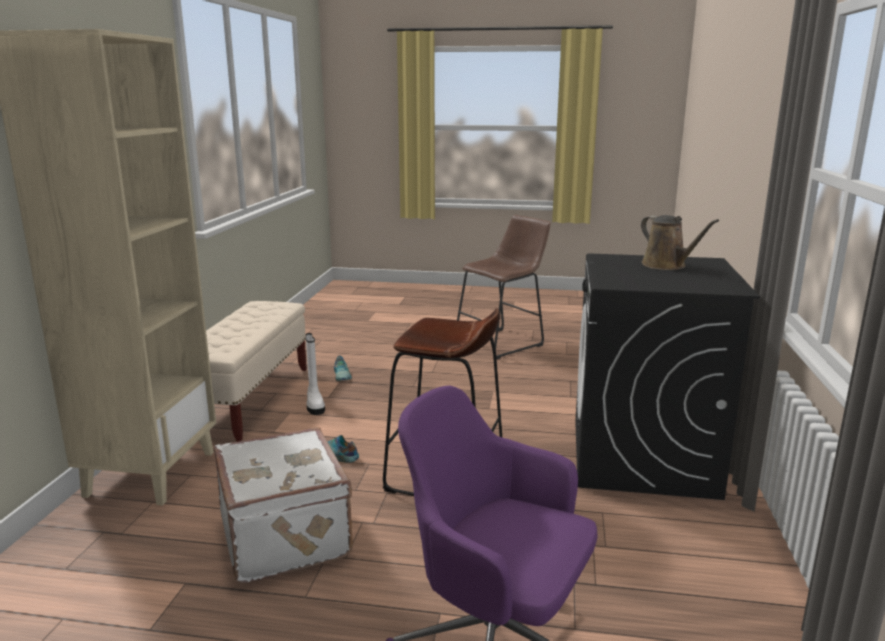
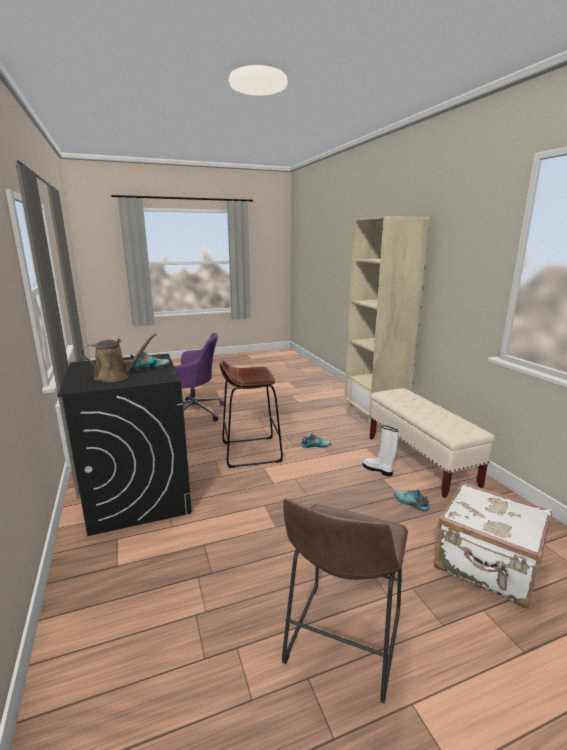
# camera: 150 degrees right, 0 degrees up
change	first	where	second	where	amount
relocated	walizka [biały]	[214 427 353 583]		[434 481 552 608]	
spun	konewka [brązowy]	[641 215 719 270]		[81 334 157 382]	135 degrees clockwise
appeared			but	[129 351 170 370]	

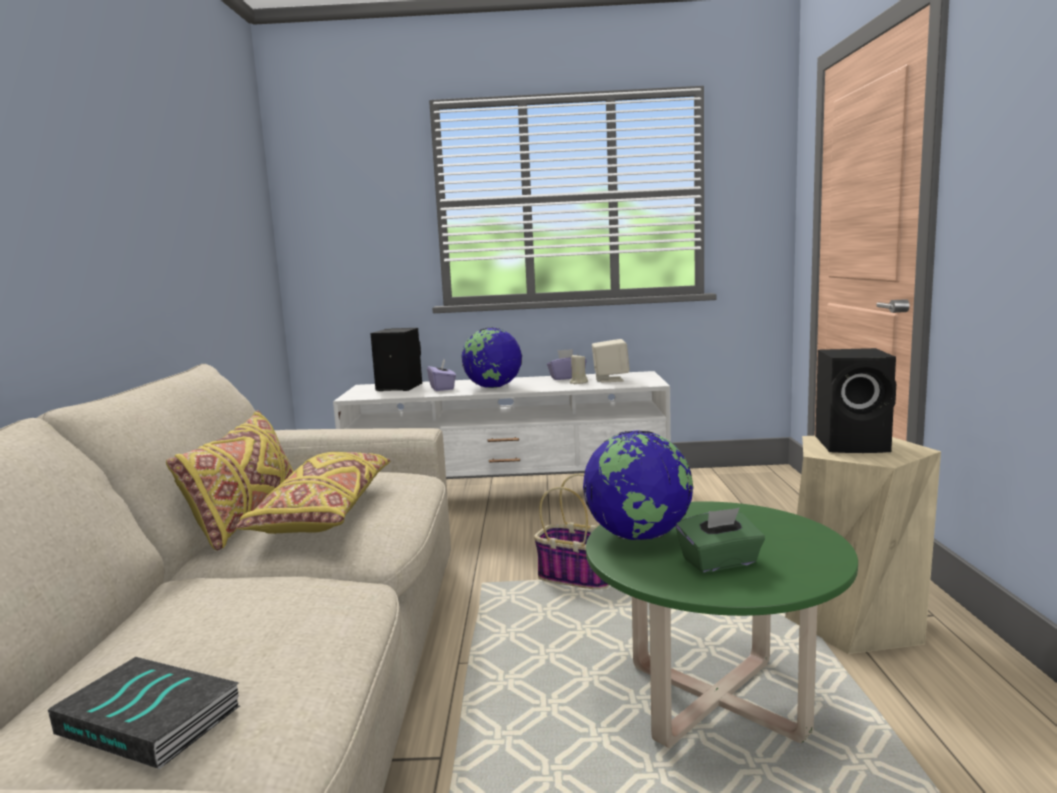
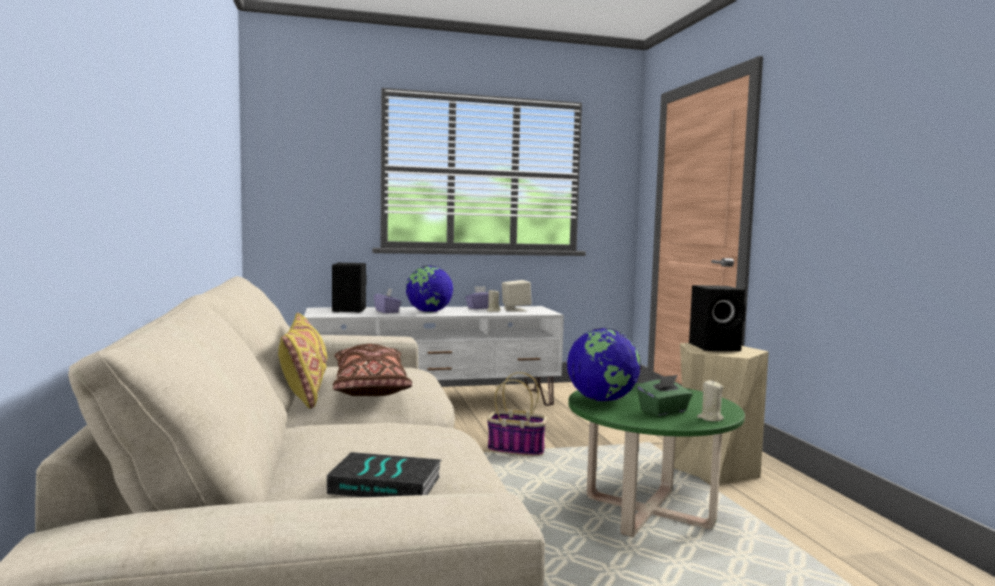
# camera: 15 degrees left, 5 degrees down
change	first	where	second	where	amount
colour	poduszka [żółty]	[236 452 390 534]	poduszka [brązowy]	[333 344 412 396]	
appeared			świeca [beżowy]	[697 380 724 421]	

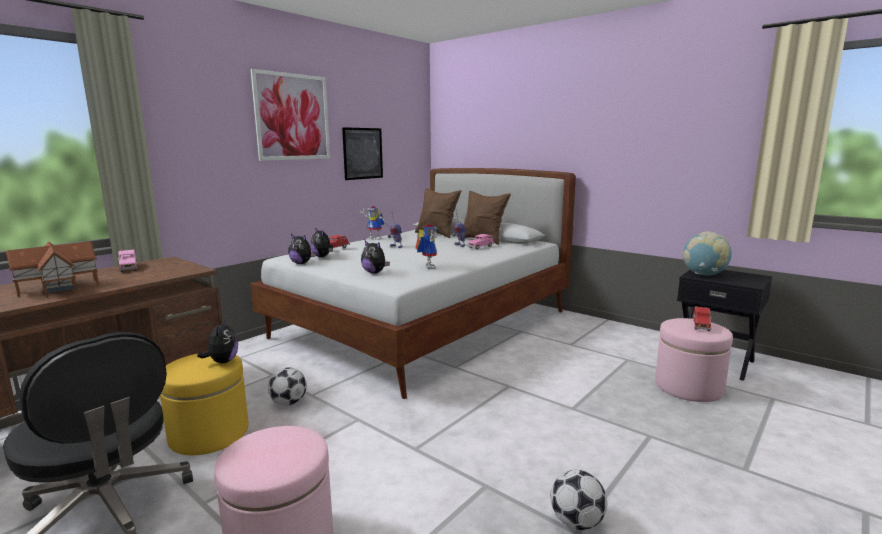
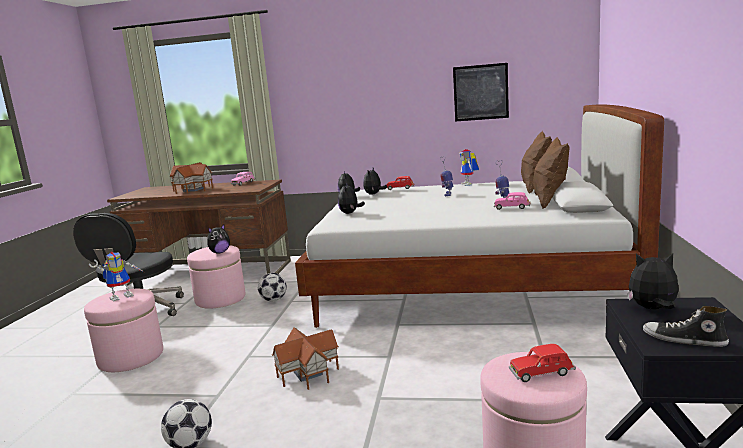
# camera: 60 degrees right, 0 degrees up
change	first	where	second	where	amount
colour	pufa [żółty]	[160 354 249 455]	pufa [różowy]	[187 245 245 309]	
missing	obraz	[250 69 330 161]			
relocated	robot zabawkowy	[415 224 438 269]		[89 251 144 302]	
exchanged	globus	[682 231 732 276]	pluszak	[628 253 679 310]	
appeared			domek	[272 327 339 390]	
appeared			but	[643 306 729 347]	

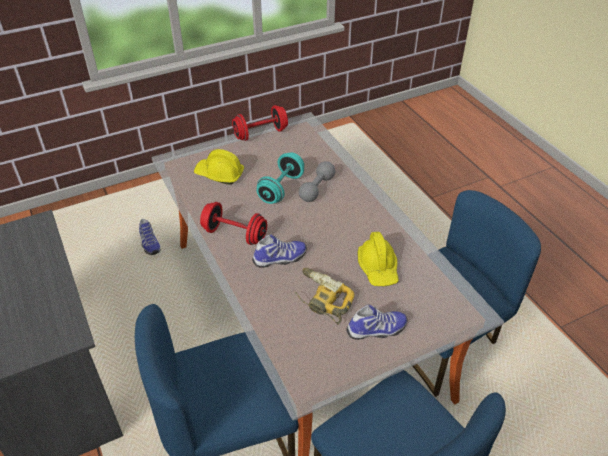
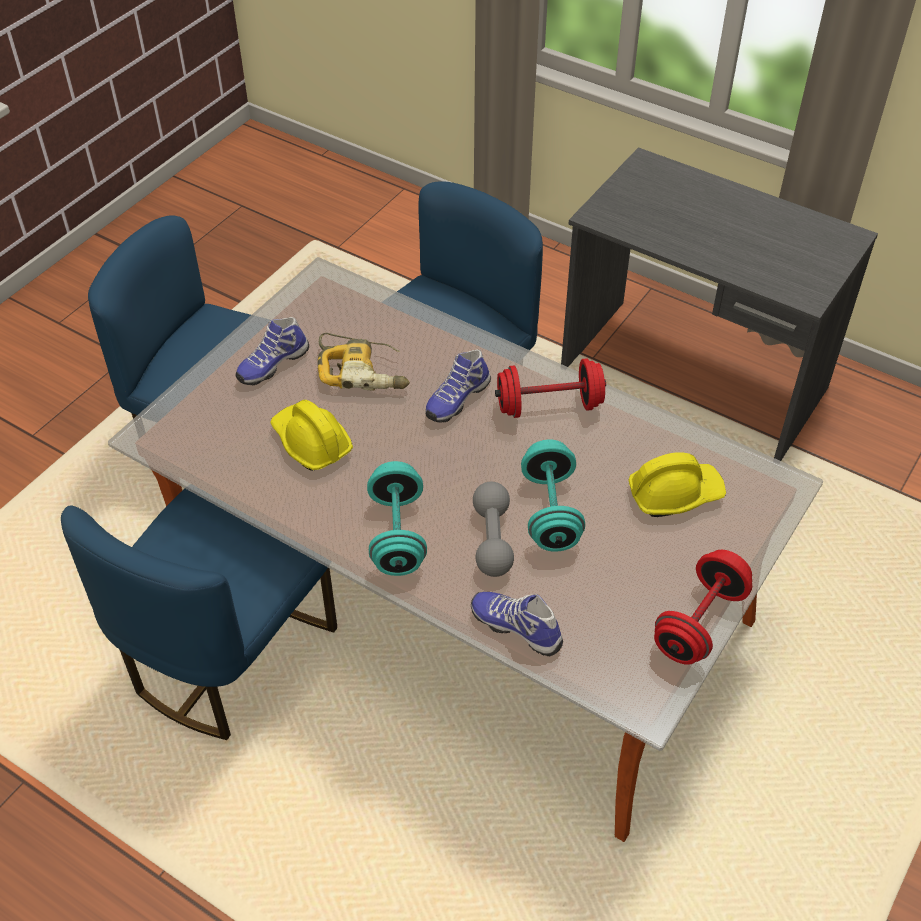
# camera: 150 degrees right, 5 degrees up
change	first	where	second	where	amount
relocated	but	[139 219 161 255]		[471 592 563 656]	
appeared			hantel [turkusowy]	[367 461 427 576]	

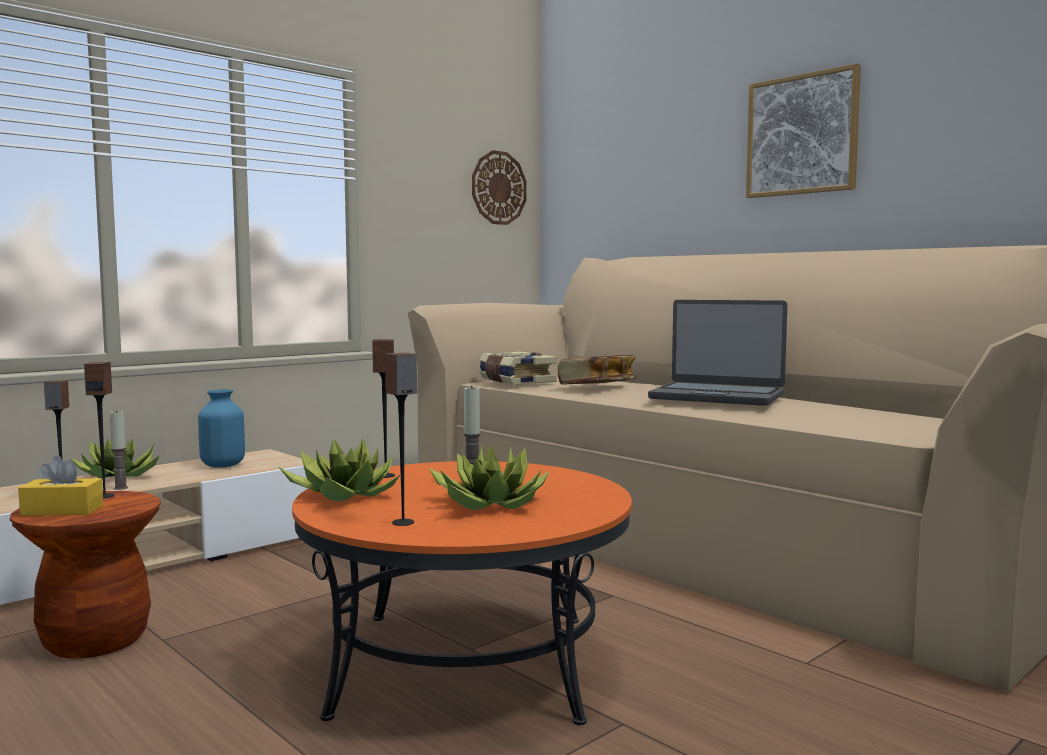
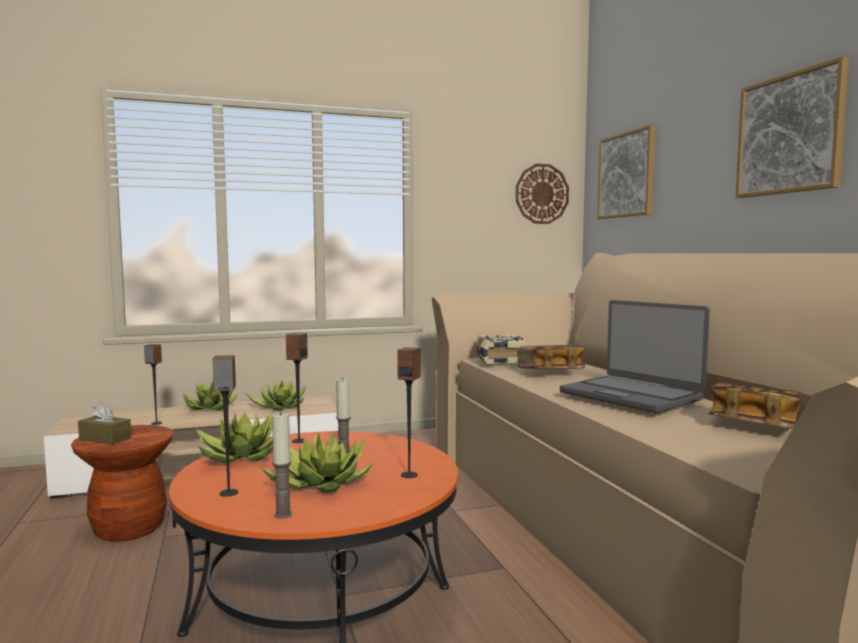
# camera: 25 degrees right, 0 degrees up
change	first	where	second	where	amount
colour	pudełko chusteczek [żółty]	[18 456 103 516]	pudełko chusteczek [brązowy]	[78 402 131 444]	
relocated	głośnik	[84 362 114 498]		[397 347 420 478]	
relocated	świeca	[110 410 128 490]		[272 412 292 519]	
exchanged	wazon [niebieski]	[198 390 245 468]	roślina doniczkowa	[246 381 306 411]	
appeared			obraz	[597 125 656 219]	
appeared			książka	[709 383 803 429]	

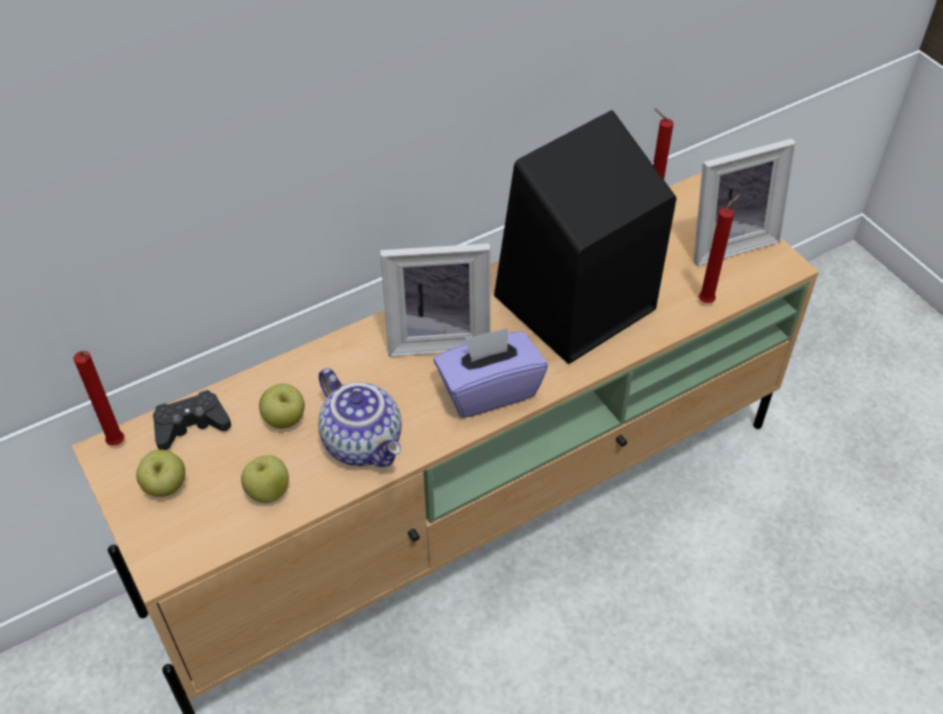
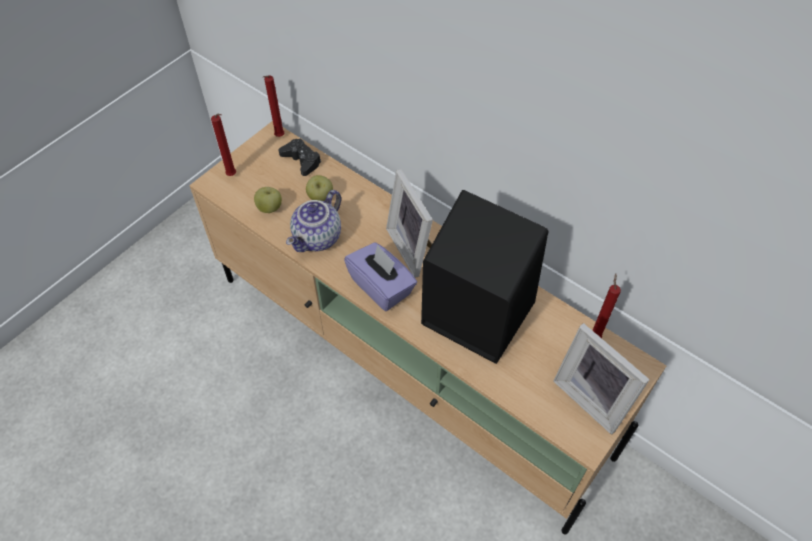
# camera: 70 degrees right, 5 degrees up
change	first	where	second	where	amount
missing	jabłko	[136 450 185 497]			
relocated	świeca [czerwony]	[699 195 740 303]		[211 114 236 176]	

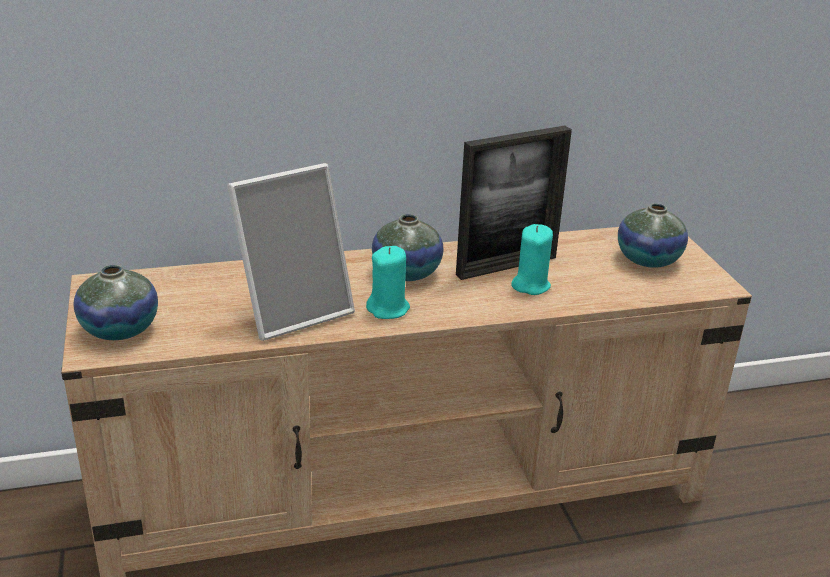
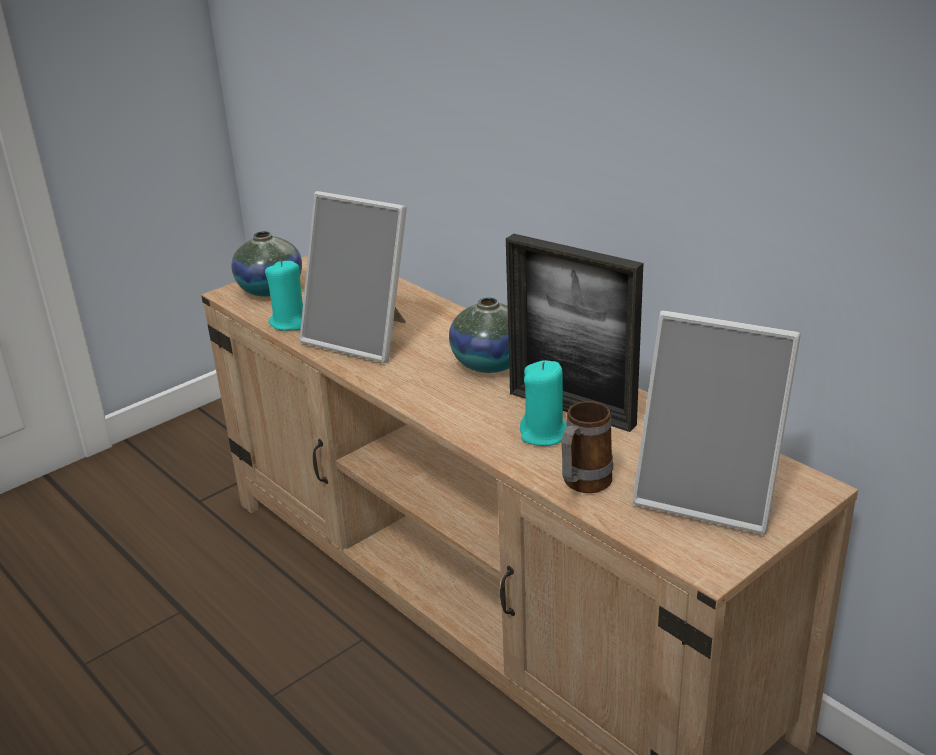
# camera: 65 degrees right, 0 degrees up
change	first	where	second	where	amount
relocated	świeca [turkusowy]	[366 246 410 319]		[265 260 303 331]	
exchanged	wazon	[618 203 688 268]	ramka na zdjęcie	[632 311 801 534]	
appeared			kubek	[561 401 613 493]	

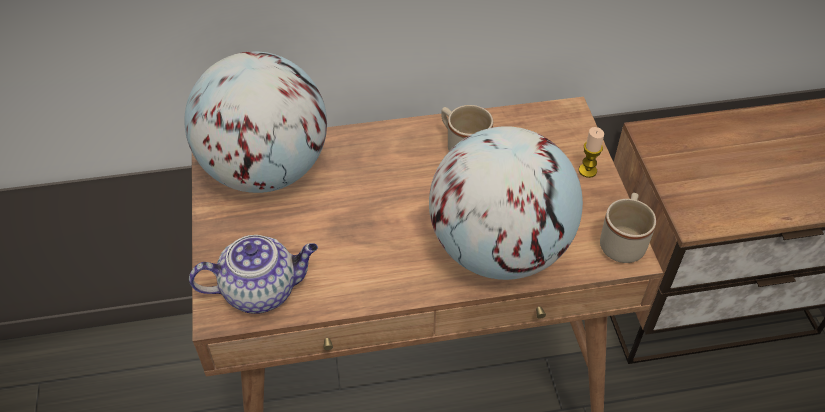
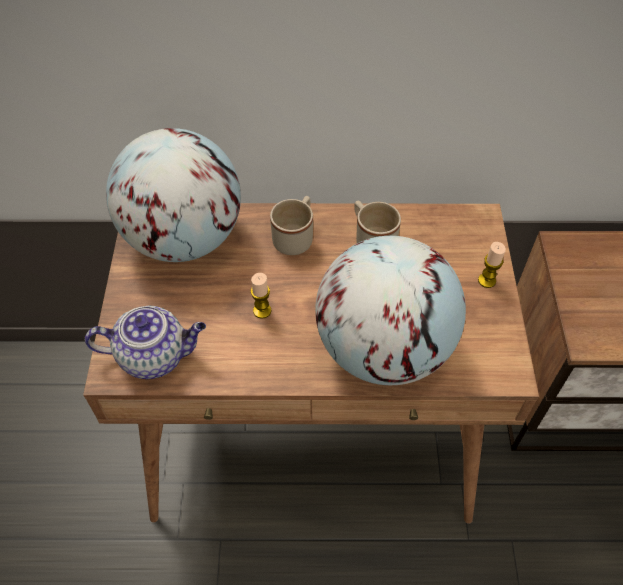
# camera: 10 degrees right, 5 degrees up
change	first	where	second	where	amount
relocated	kubek [beżowy]	[600 193 656 263]		[270 196 313 255]	
appeared			świeca	[251 273 271 319]	

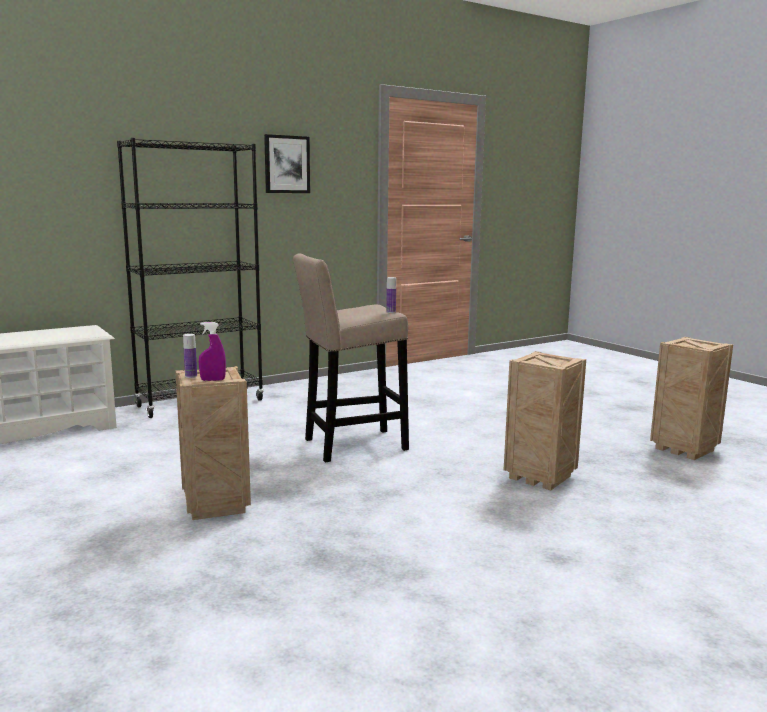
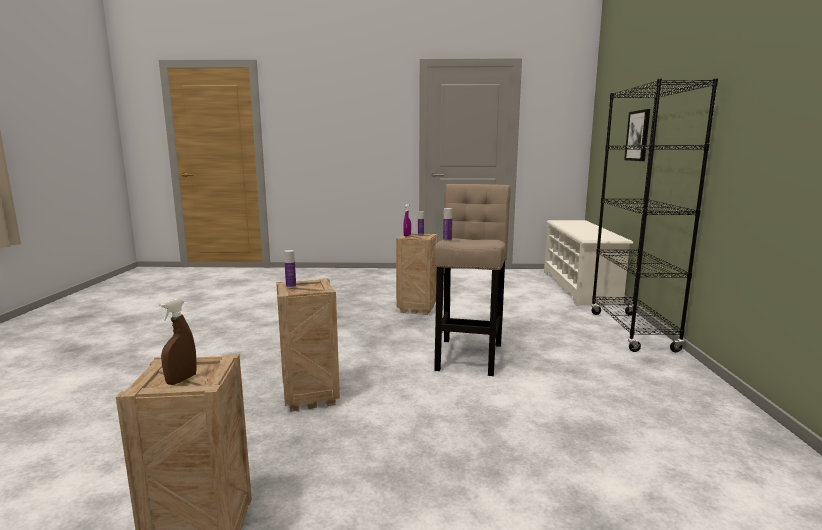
# camera: 125 degrees right, 0 degrees up
change	first	where	second	where	amount
relocated	obraz	[264 134 310 193]		[624 109 650 161]	
appeared			spryskiwacz [brązowy]	[159 299 197 385]	
appeared			butelka	[284 250 296 288]	

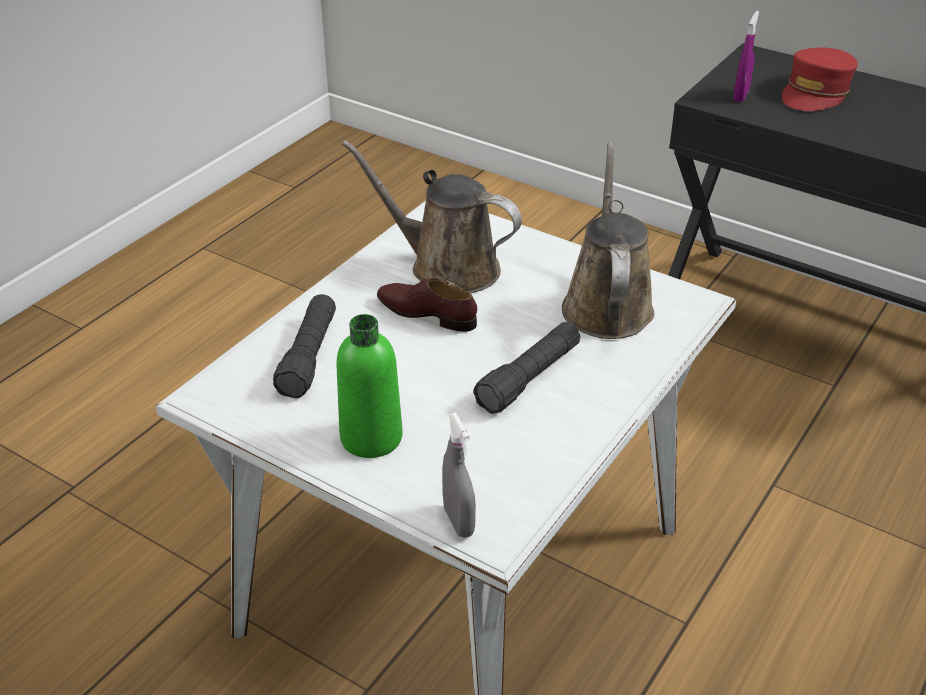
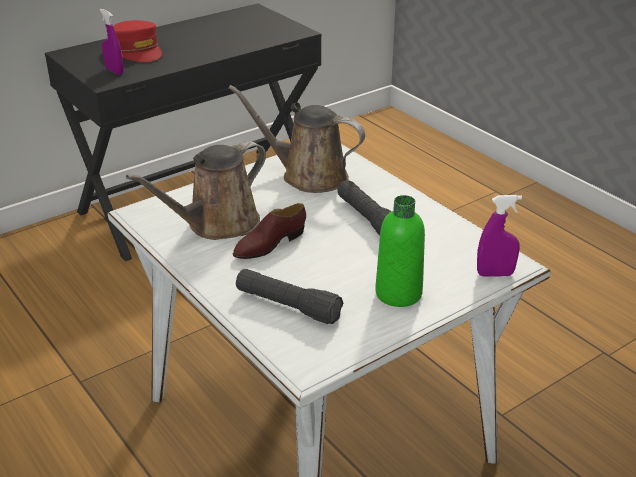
# camera: 70 degrees left, 5 degrees down
change	first	where	second	where	amount
colour	spryskiwacz [szary]	[442 413 476 538]	spryskiwacz [fioletowy]	[477 195 522 277]	

